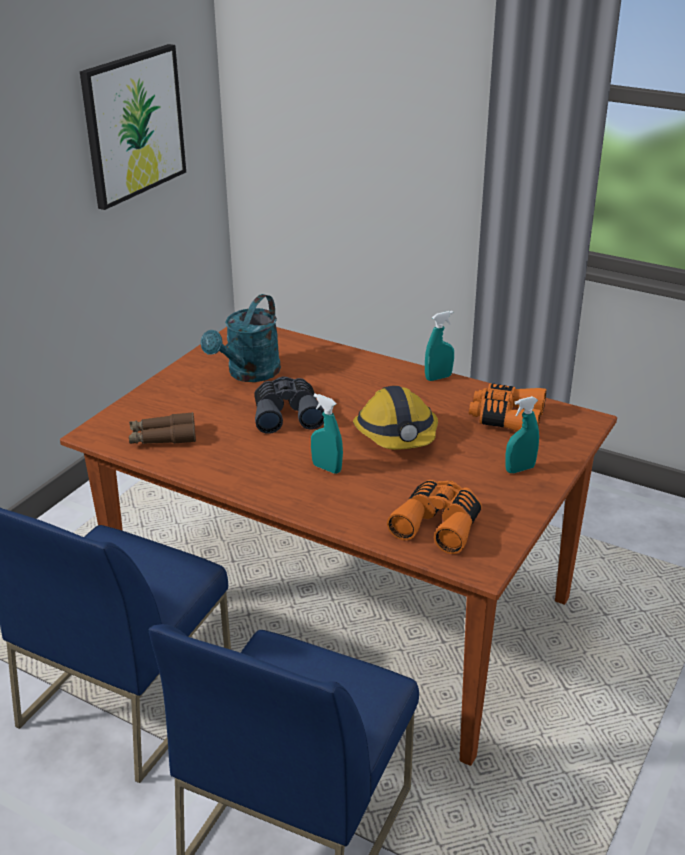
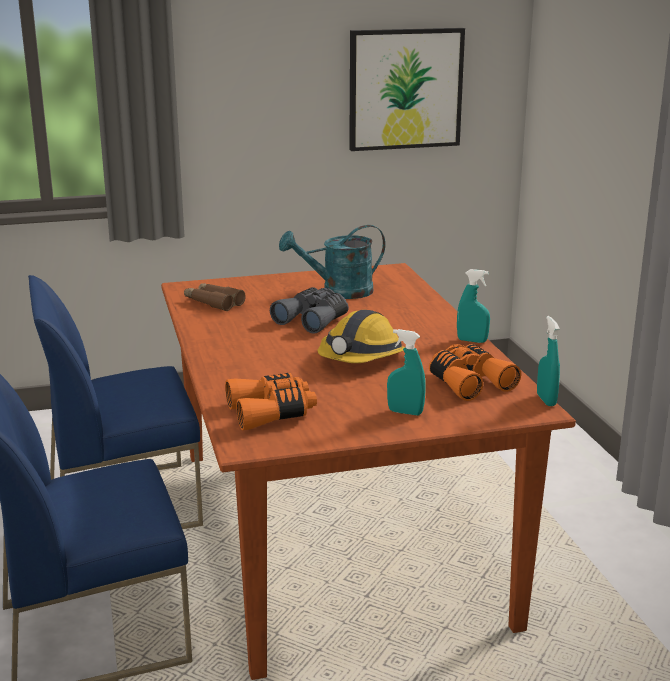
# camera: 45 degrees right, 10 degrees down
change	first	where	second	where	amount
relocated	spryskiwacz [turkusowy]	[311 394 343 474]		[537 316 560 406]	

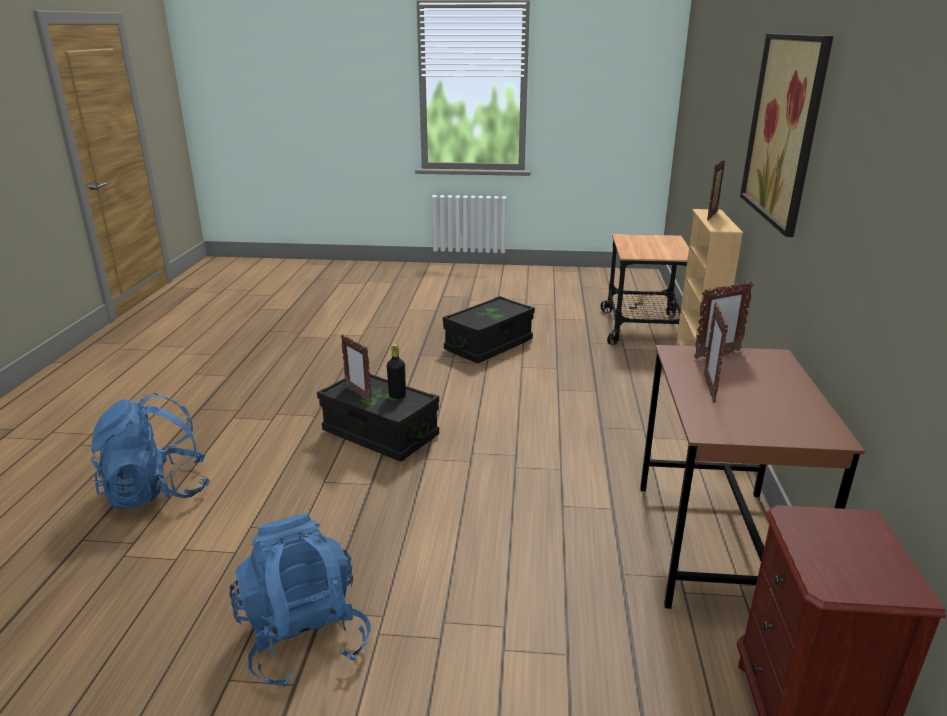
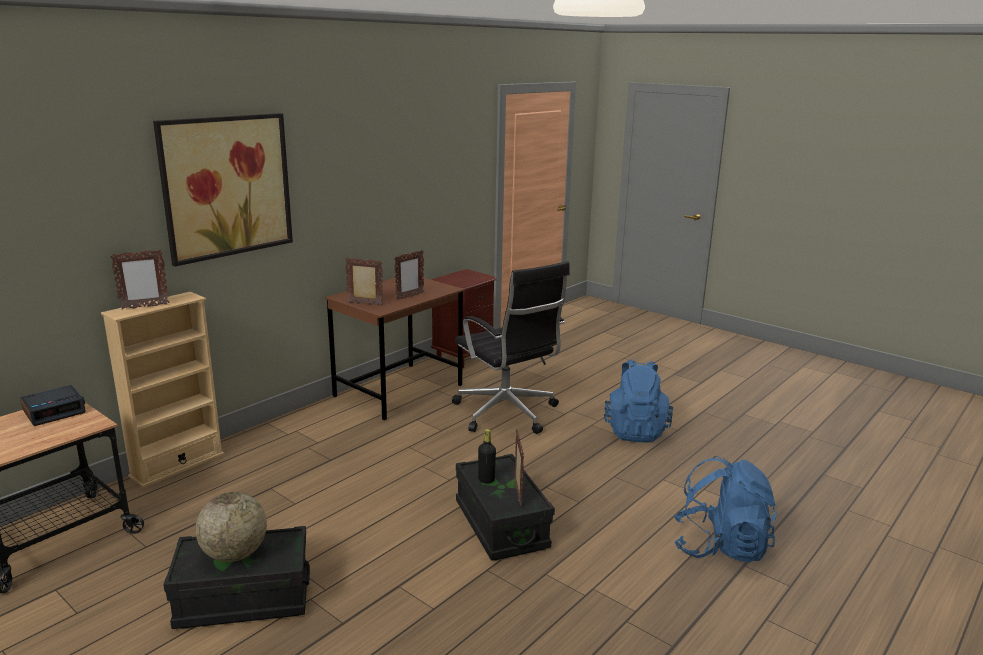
# camera: 145 degrees left, 5 degrees down
change	first	where	second	where	amount
appeared			budzik	[20 385 86 426]	
appeared			globus	[195 492 267 562]	
appeared			krzesło biurowe [czarny]	[452 261 570 434]	

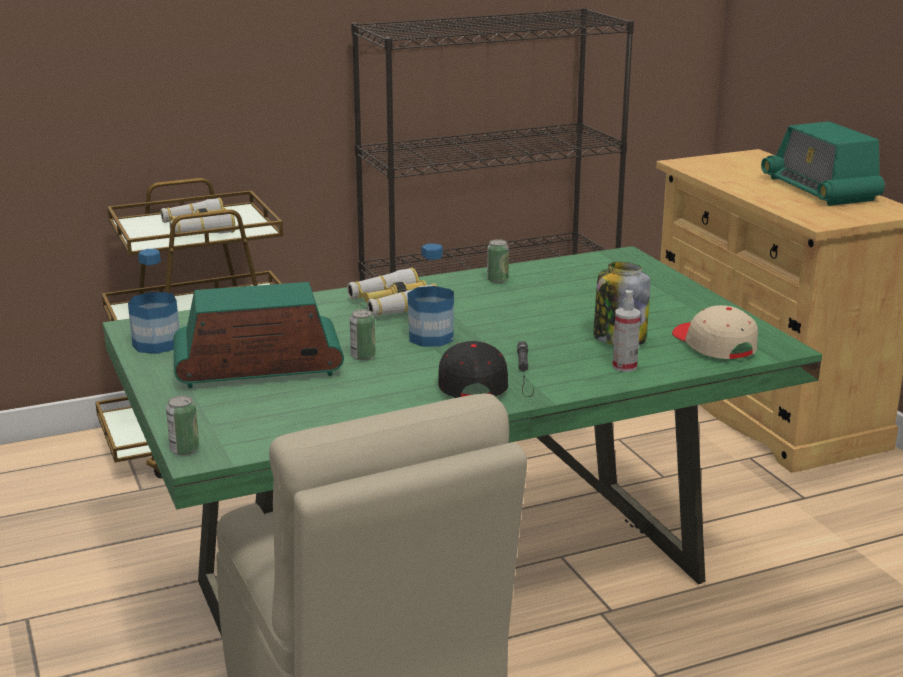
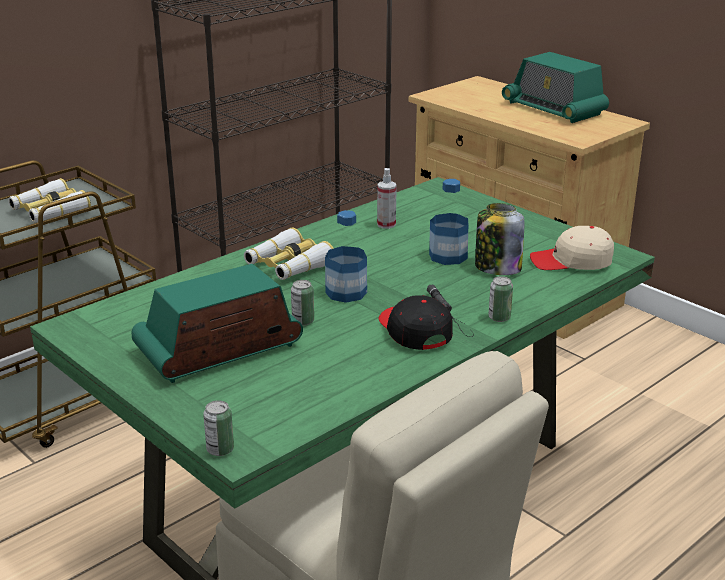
# camera: 20 degrees left, 5 degrees up
change	first	where	second	where	amount
relocated	butelka	[128 249 180 354]		[429 179 468 265]	
relocated	puszka	[487 239 509 283]		[488 276 513 322]	
relocated	spryskiwacz	[613 290 640 372]		[377 168 397 229]	
spun	czapka z daszkiem [beżowy]	[672 305 758 359]		[530 226 614 270]	45 degrees counterclockwise

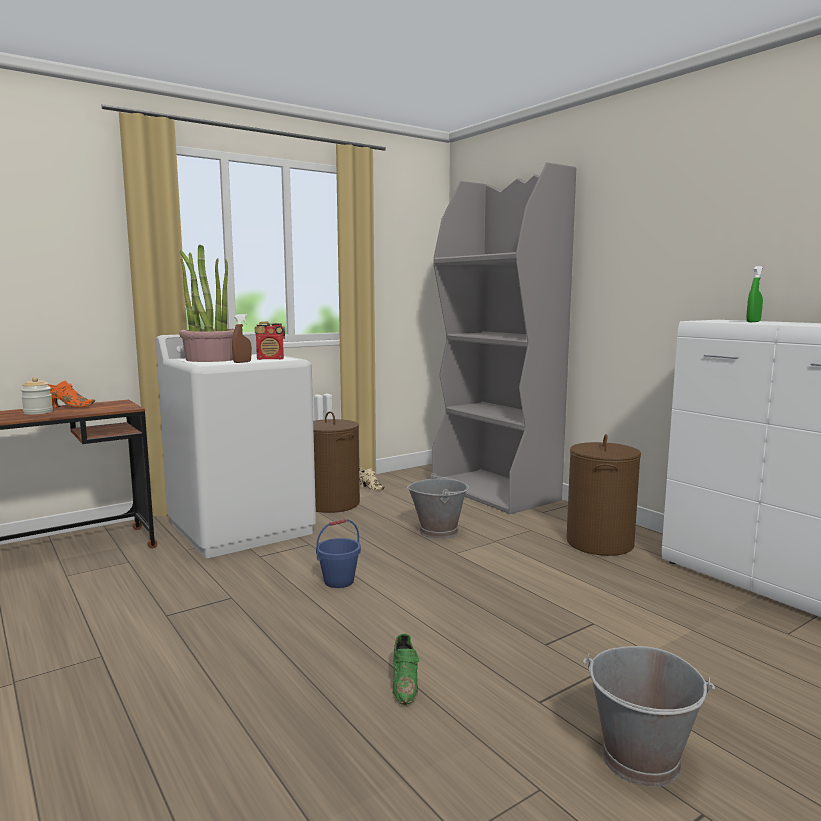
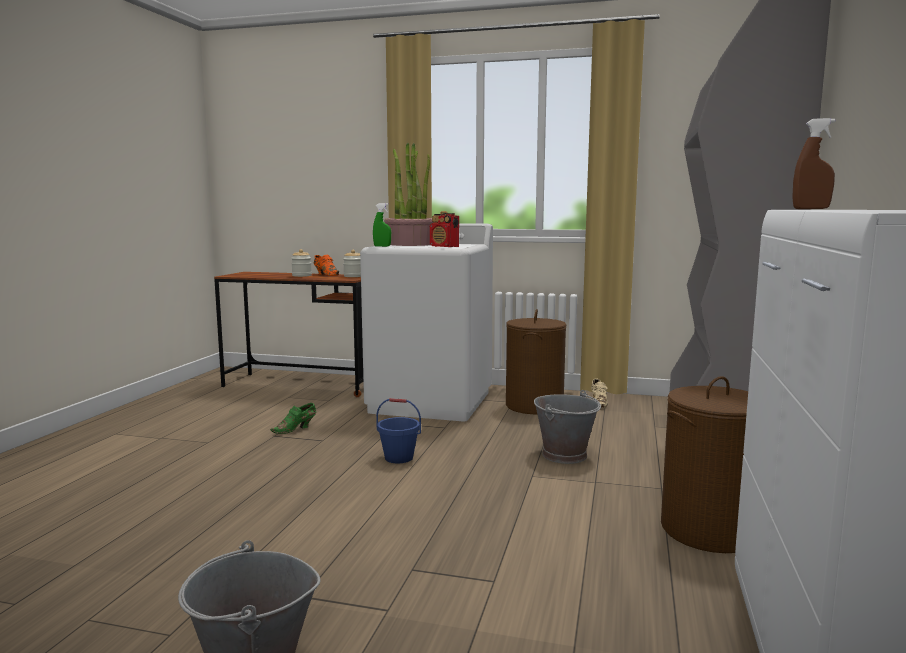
# camera: 50 degrees right, 0 degrees up
change	first	where	second	where	amount
relocated	spryskiwacz [brązowy]	[232 314 252 363]		[792 118 835 209]	
relocated	but [zielony]	[392 634 420 705]		[270 403 316 434]	
relocated	spryskiwacz [zielony]	[746 266 763 322]		[373 203 391 247]	
appeared			słoik	[343 250 361 277]	

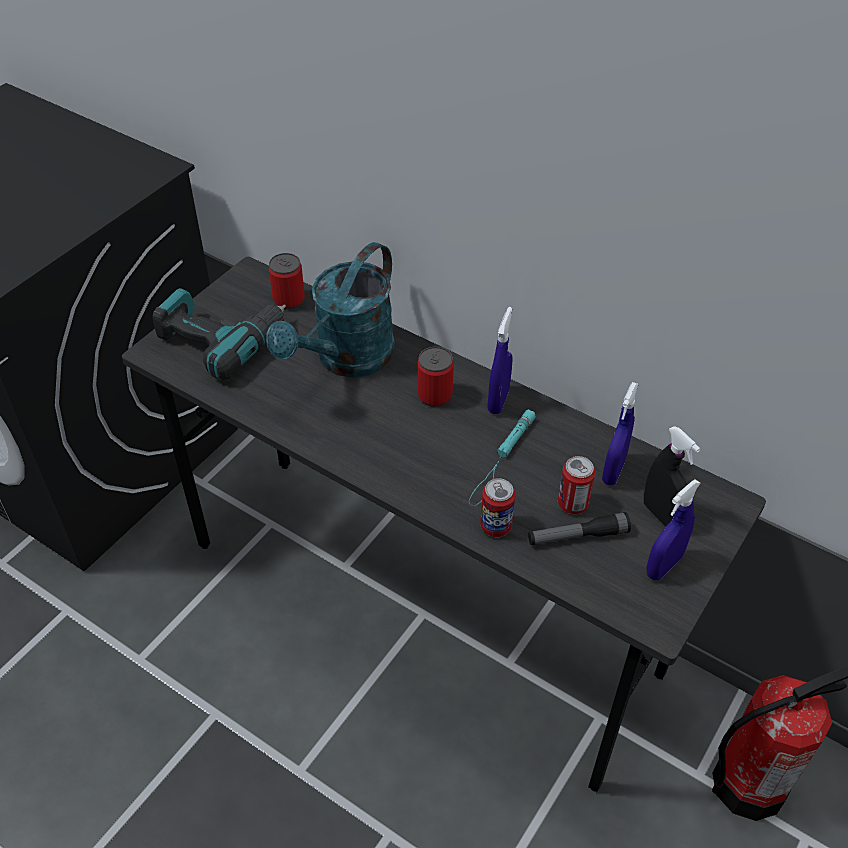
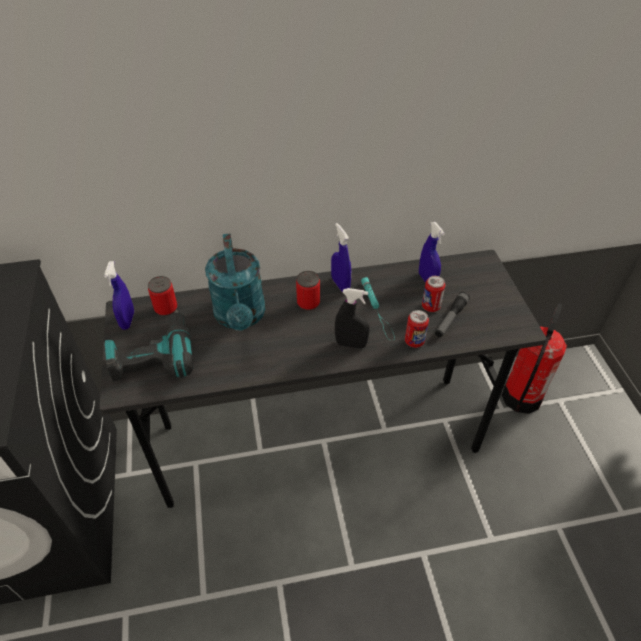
# camera: 45 degrees left, 0 degrees up
change	first	where	second	where	amount
relocated	spryskiwacz [czarny]	[644 426 701 527]		[335 288 370 349]	
relocated	spryskiwacz [niebieski]	[646 479 701 580]		[104 261 134 330]	

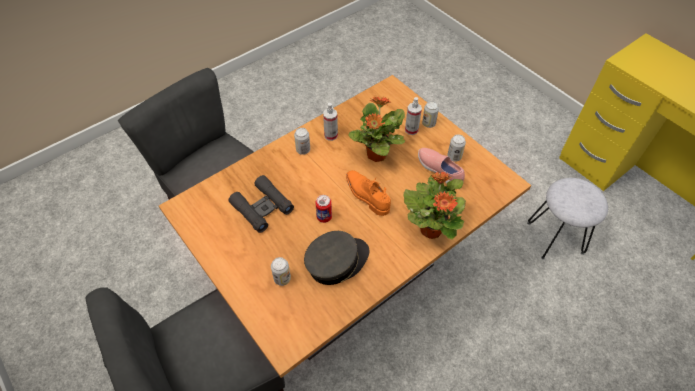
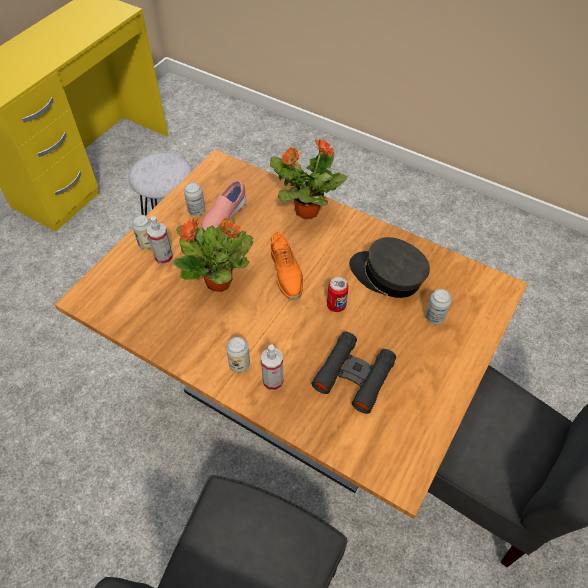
# camera: 110 degrees left, 0 degrees up
change	first	where	second	where	amount
relocated	spryskiwacz	[323 103 338 141]		[261 344 284 391]	
spun	but [pomarańczowy]	[346 170 391 216]		[271 232 303 300]	45 degrees counterclockwise

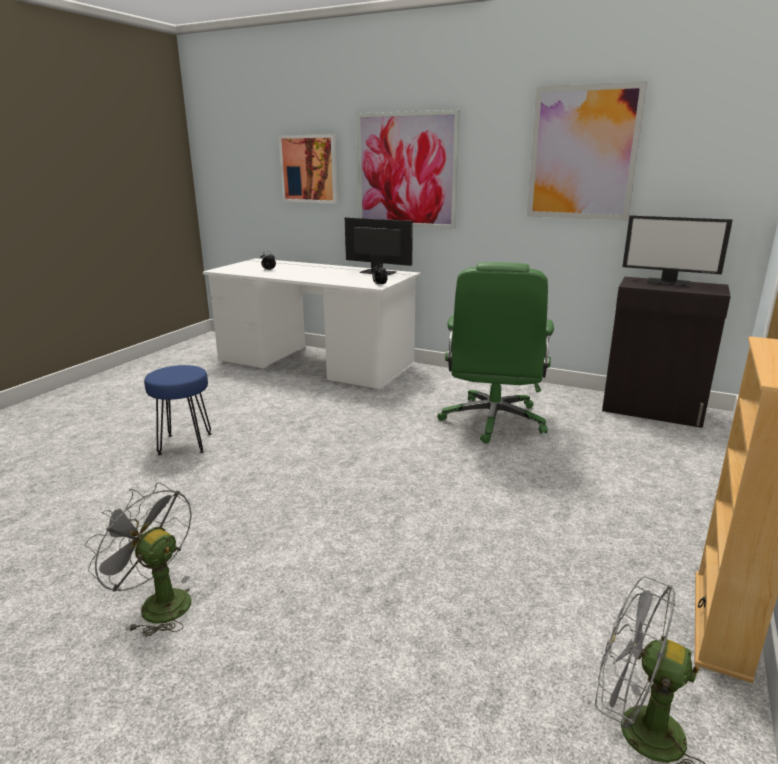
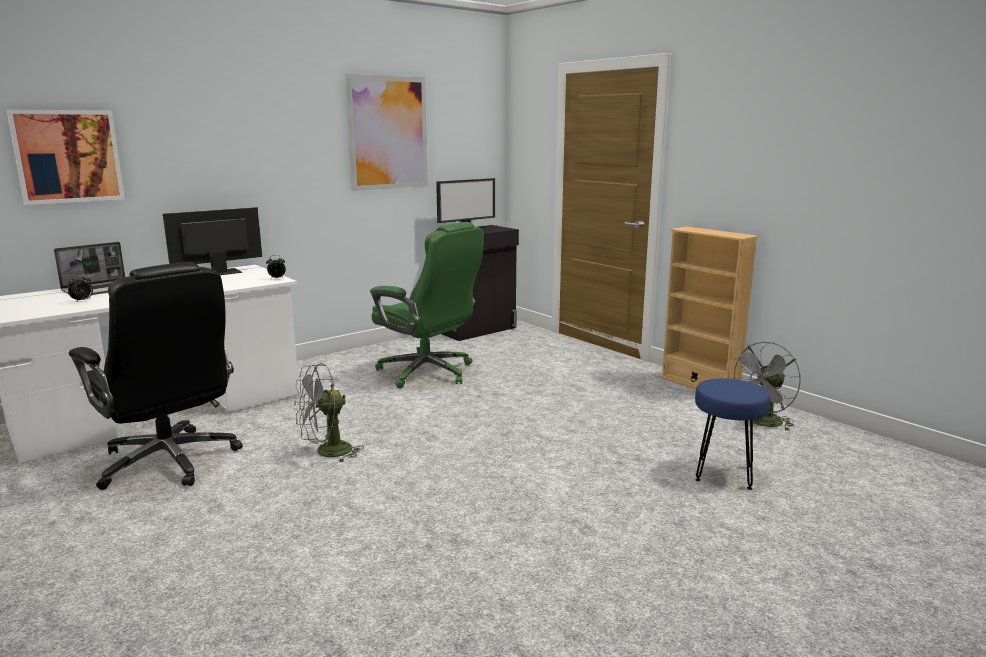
# camera: 65 degrees left, 5 degrees down
change	first	where	second	where	amount
relocated	wentylator [szary]	[84 482 192 637]		[294 363 364 463]	
relocated	stołek [niebieski]	[144 365 211 455]		[695 378 770 490]	
missing	obraz	[356 110 460 229]			
appeared			laptop	[54 242 125 295]	
appeared			krzesło biurowe [czarny]	[69 262 243 490]	

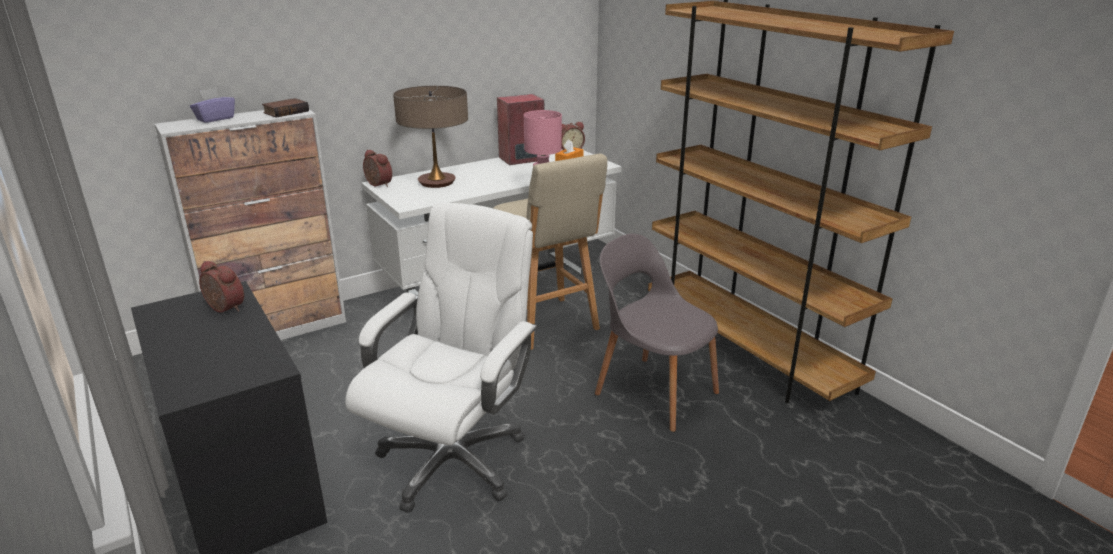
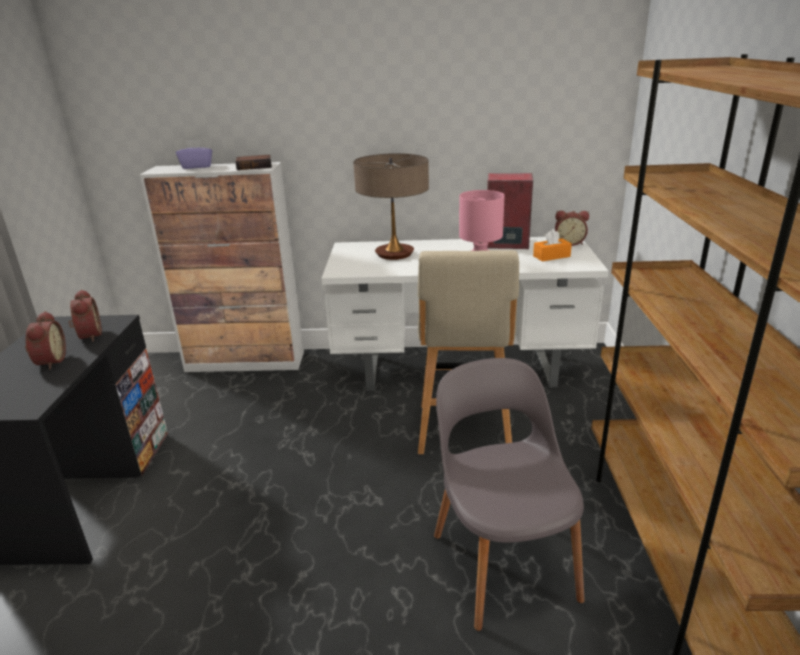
# camera: 35 degrees right, 0 degrees up
change	first	where	second	where	amount
missing	krzesło biurowe [biały]	[345 202 537 513]			
relocated	budzik	[363 149 392 187]		[25 311 66 369]	

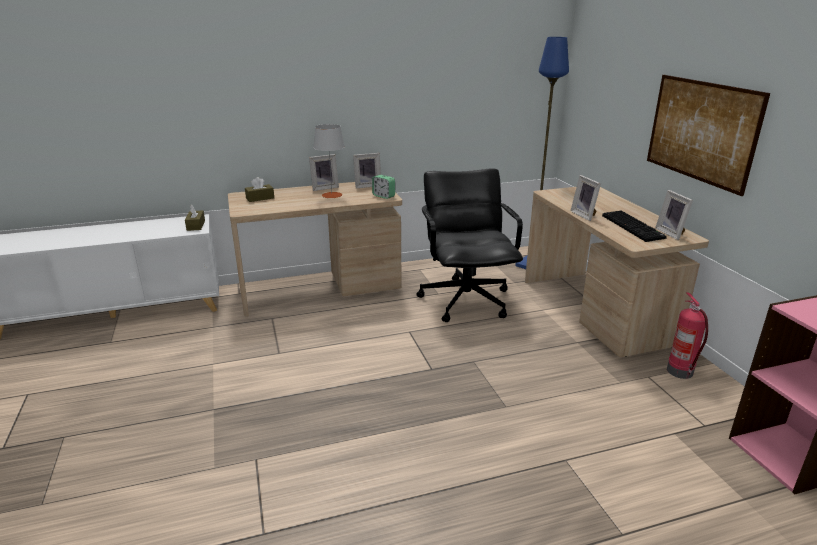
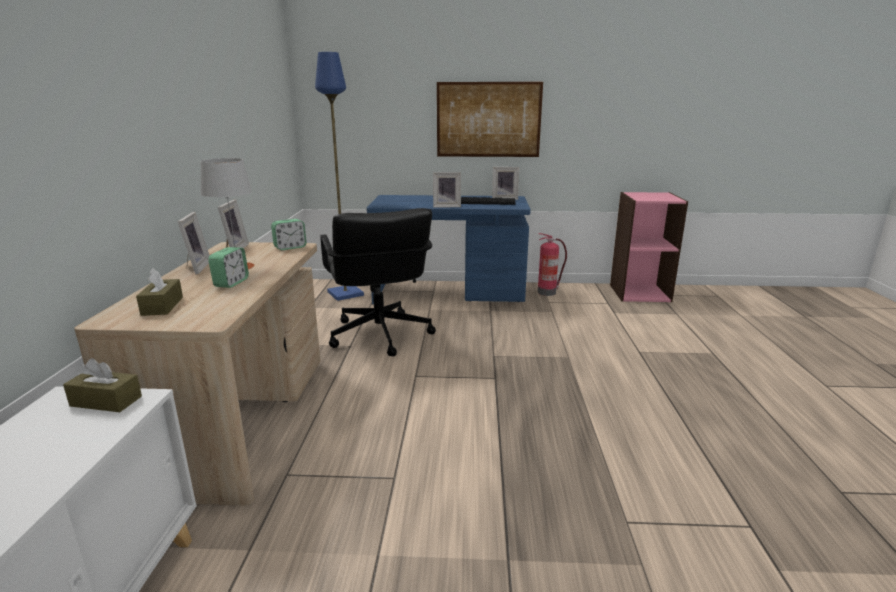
# camera: 70 degrees left, 5 degrees down
change	first	where	second	where	amount
spun	krzesło biurowe [czarny]	[416 169 523 322]		[320 208 436 356]	120 degrees counterclockwise
colour	biurko [beżowy]	[525 187 709 357]	biurko [niebieski]	[367 195 531 305]	
appeared			budzik	[208 247 249 288]	

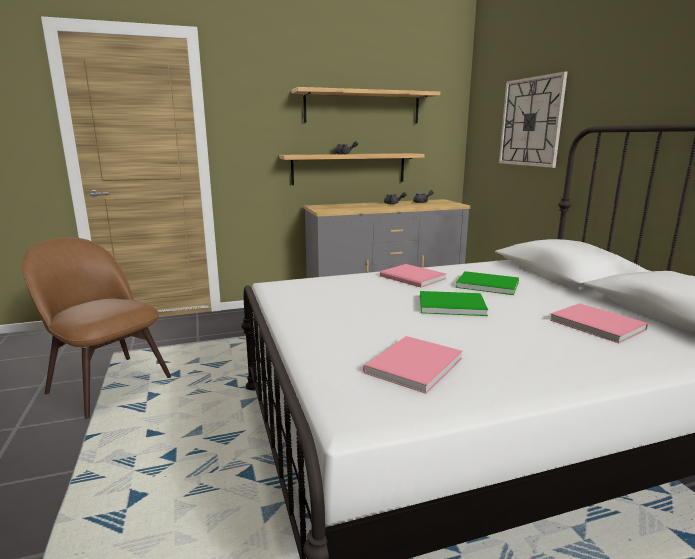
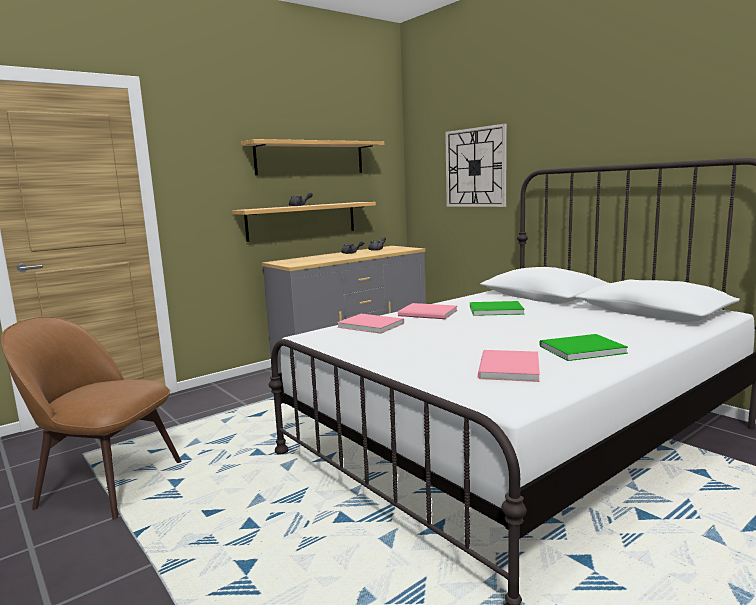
# camera: 20 degrees left, 5 degrees down
change	first	where	second	where	amount
relocated	książka [zielony]	[420 291 488 316]		[539 334 628 361]	
relocated	książka [różowy]	[550 303 648 343]		[337 314 404 334]	

